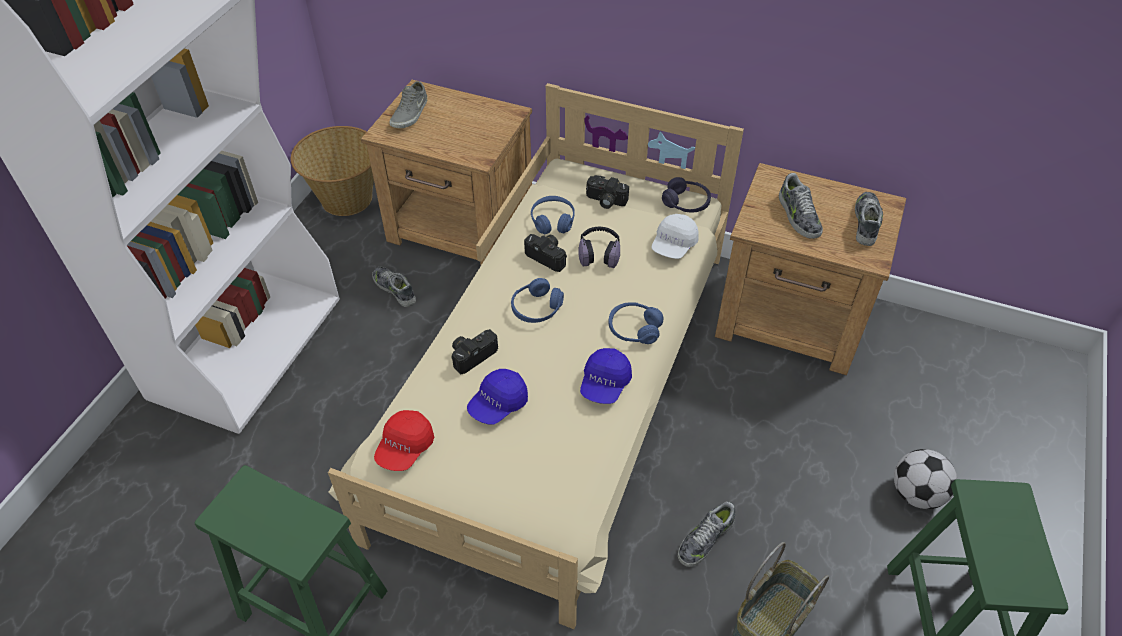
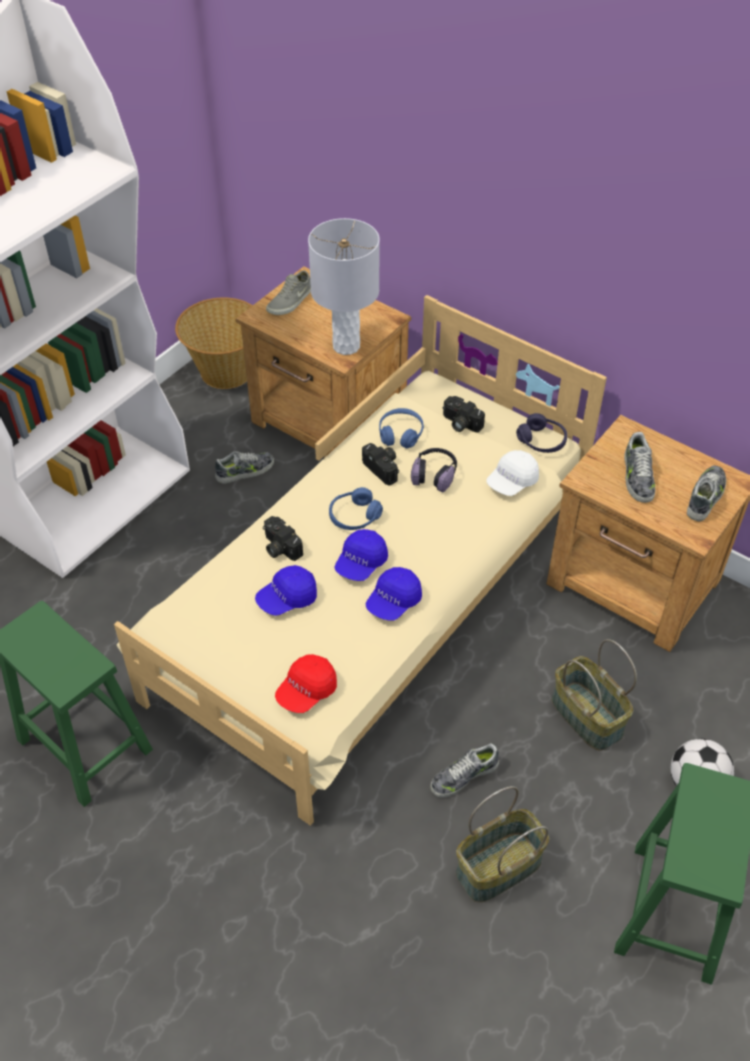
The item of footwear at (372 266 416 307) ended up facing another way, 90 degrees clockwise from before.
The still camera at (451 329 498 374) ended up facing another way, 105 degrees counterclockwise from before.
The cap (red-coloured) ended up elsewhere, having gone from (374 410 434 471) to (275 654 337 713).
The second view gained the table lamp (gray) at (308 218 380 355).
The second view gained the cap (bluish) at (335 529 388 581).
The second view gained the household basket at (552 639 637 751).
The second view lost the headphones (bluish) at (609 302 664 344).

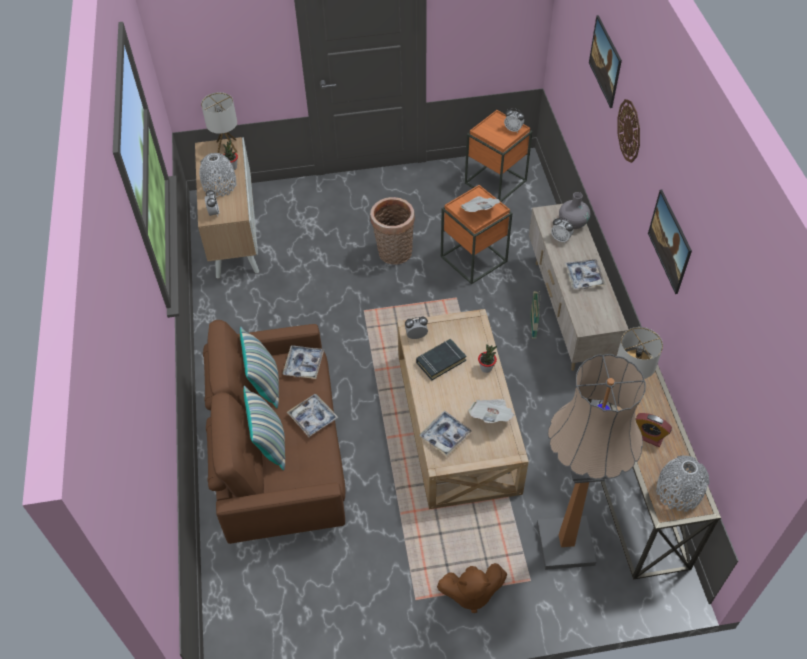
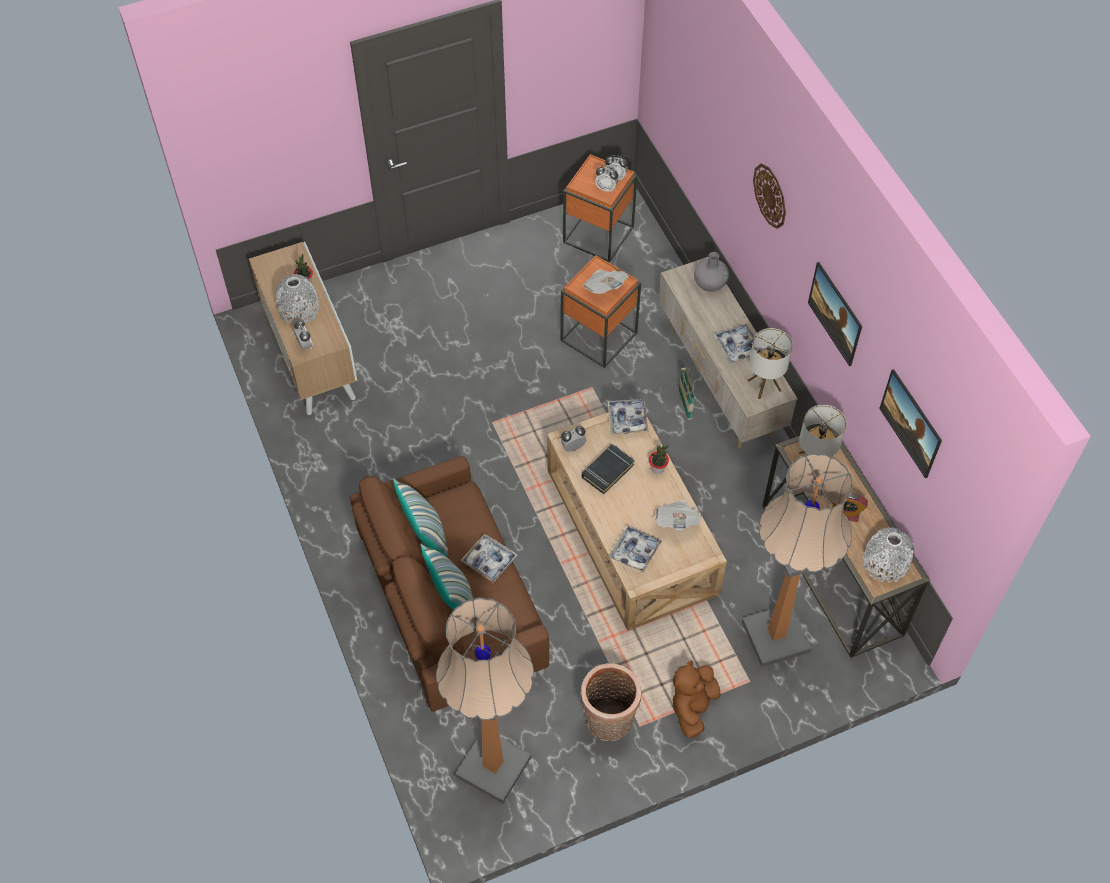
The second view gained the standing lamp at (436 598 534 804).
The household basket ended up elsewhere, having gone from (370 197 415 265) to (580 663 641 741).
The bedside clock ended up elsewhere, having gone from (551 217 574 243) to (595 166 619 192).
The tray ended up elsewhere, having gone from (283 345 324 379) to (607 399 649 434).
The plush toy (brown) at (437 563 507 613) ended up facing another way, 135 degrees clockwise from before.
The table lamp ended up elsewhere, having gone from (201 92 237 153) to (748 328 793 399).
The wall art ended up elsewhere, having gone from (589 15 622 108) to (879 369 942 478).

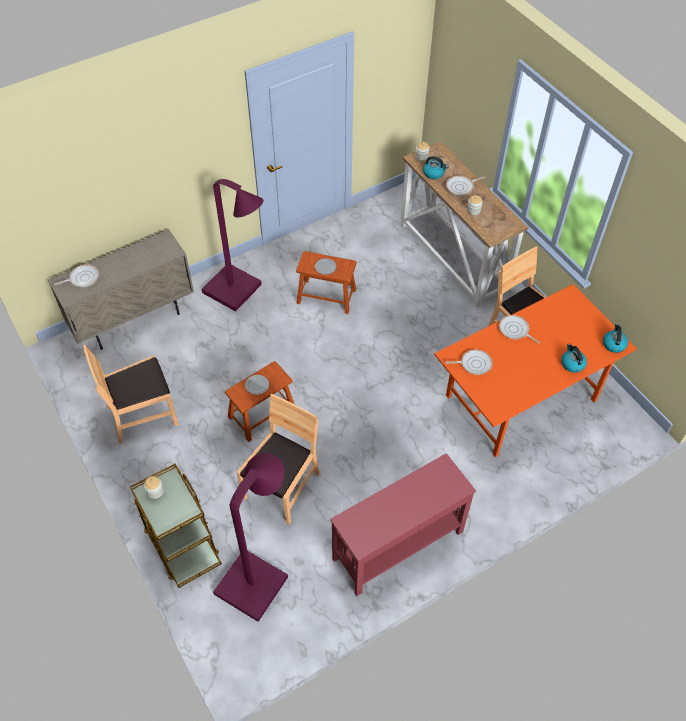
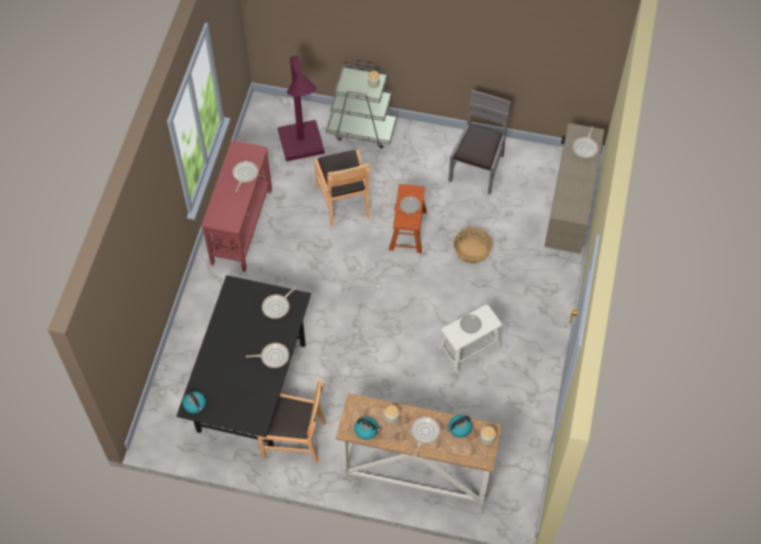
What was the dining table (orangey) at (434 284 637 457) turned into the dining table (black) at (177 275 311 446).
The second view gained the frying pan at (232 161 259 193).
What was the wheeled cart (brown) at (130 464 221 588) turned into the wheeled cart (gray) at (326 62 398 148).
The kettle ended up elsewhere, having gone from (561 344 587 373) to (354 417 381 440).
What was the sitting stool (brown) at (296 251 357 314) turned into the sitting stool (white-coloured) at (438 305 502 373).
What was the plain chair (brown) at (83 344 179 444) turned into the plain chair (gray) at (448 90 511 195).
The second view gained the household basket at (453 227 493 263).
The second view lost the standing lamp (purplish) at (202 179 264 312).

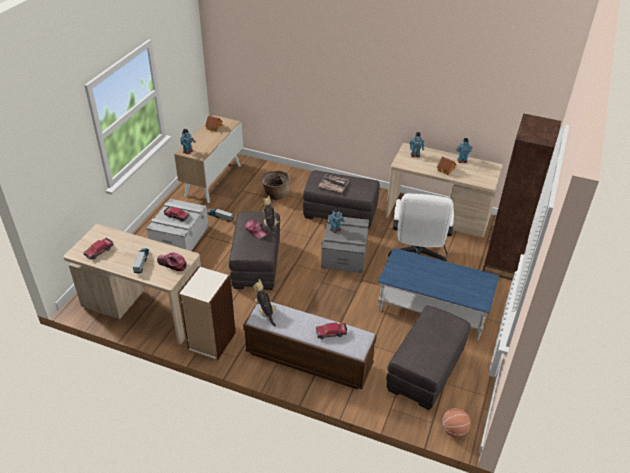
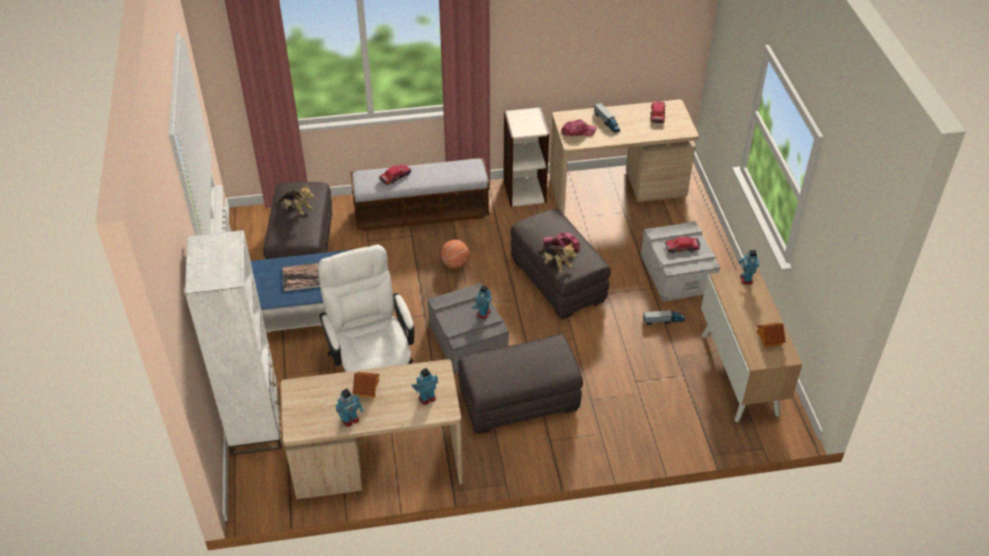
What was the shelving unit (brown) at (483 113 561 280) turned into the shelving unit (white-coloured) at (185 230 282 455).
The plush toy ended up elsewhere, having gone from (253 279 276 326) to (277 184 314 215).
The volume ended up elsewhere, having gone from (318 175 349 193) to (283 263 320 291).
The ball for basketball ended up elsewhere, having gone from (442 408 471 438) to (441 240 469 269).
The second view lost the household basket at (261 171 290 201).

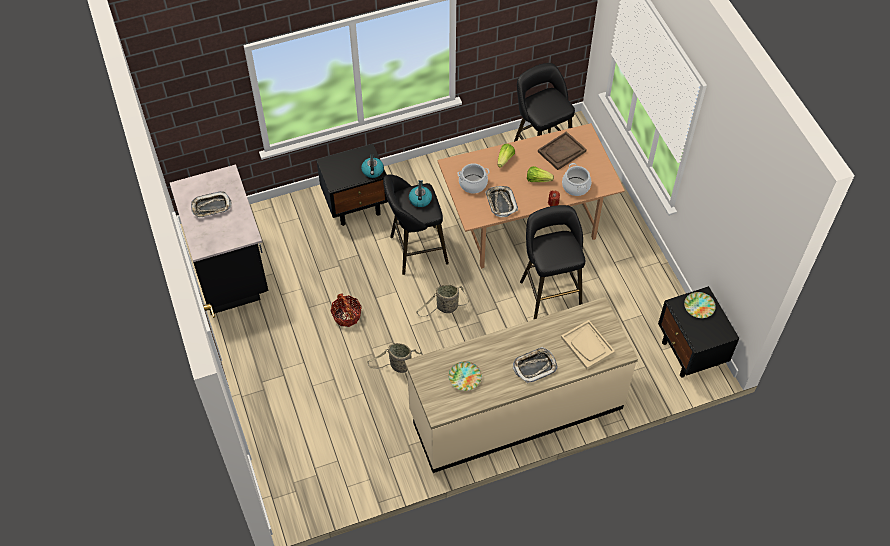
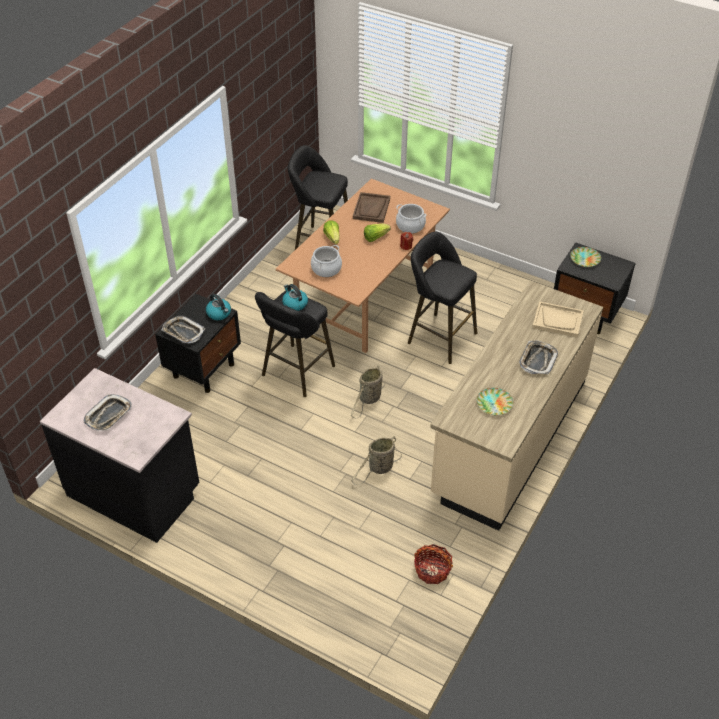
The tray ended up elsewhere, having gone from (485 186 518 217) to (162 316 205 343).
The household basket ended up elsewhere, having gone from (330 293 362 327) to (414 544 453 584).

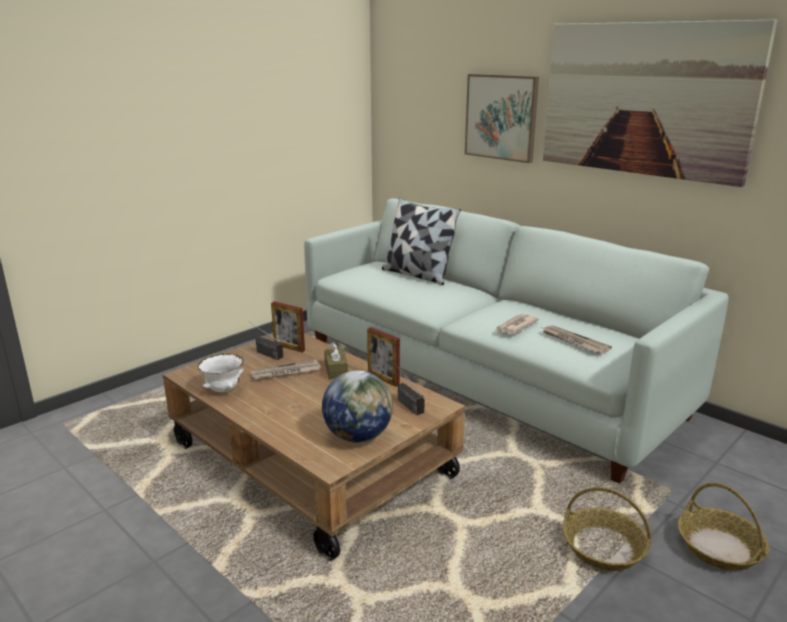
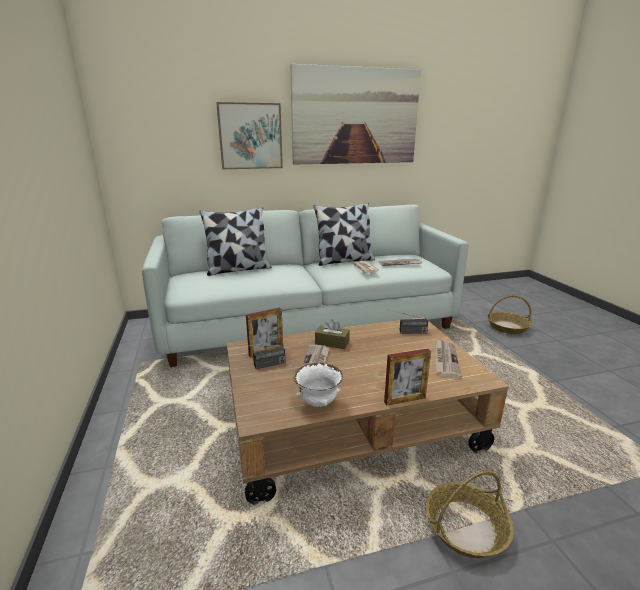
The second view gained the throw pillow at (314 203 375 266).
The photo frame ended up elsewhere, having gone from (367 327 400 387) to (384 349 431 406).
The household basket ended up elsewhere, having gone from (563 487 651 571) to (426 471 514 558).
Where the globe stood at (322 370 393 443), the printed paper came to stand at (435 338 462 379).

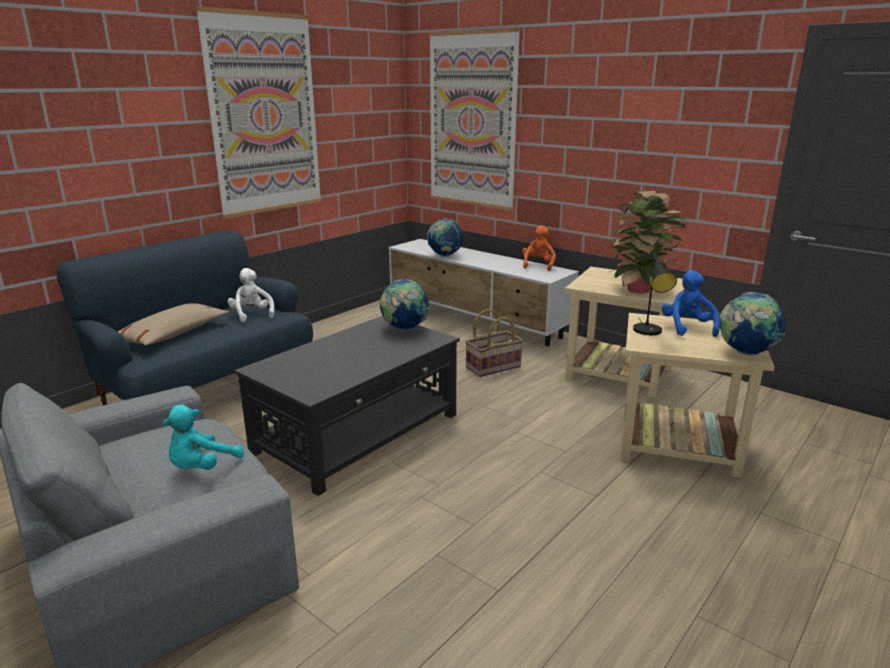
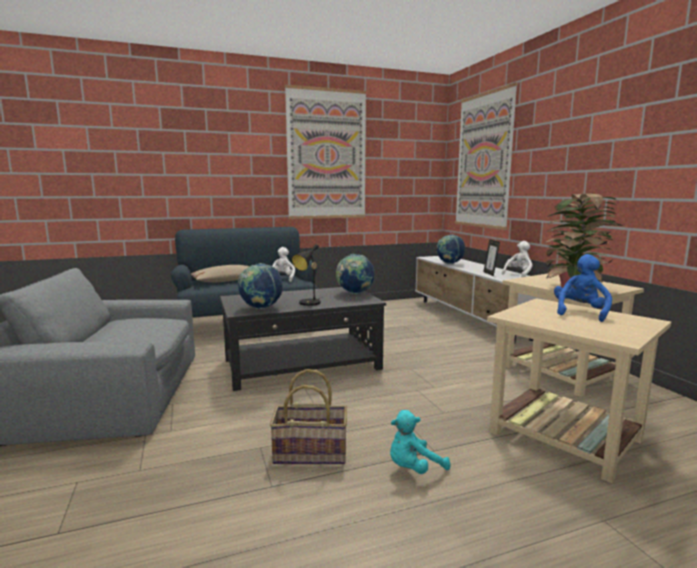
The globe ended up elsewhere, having gone from (720 292 786 356) to (238 263 283 309).
The household basket ended up elsewhere, having gone from (465 309 523 377) to (270 369 347 464).
The table lamp (black) ended up elsewhere, having gone from (633 252 677 335) to (292 244 323 306).
The plush toy (blue-green) ended up elsewhere, having gone from (163 405 244 470) to (390 410 451 474).
The second view gained the photo frame at (483 239 500 276).
What was the plush toy (orangey) at (522 225 556 271) turned into the plush toy (white-coloured) at (502 241 533 277).

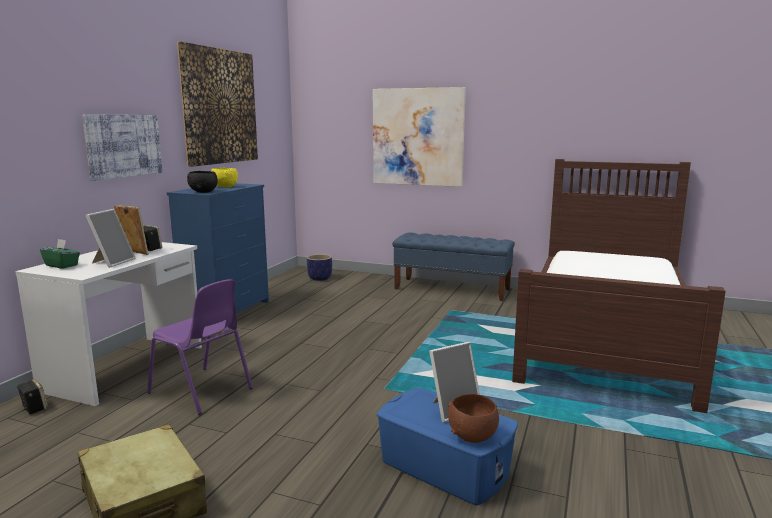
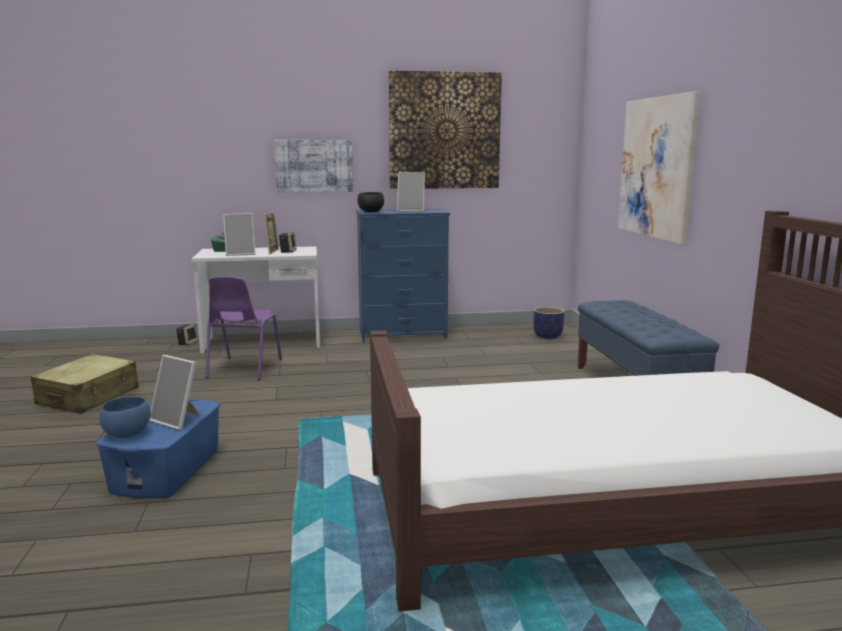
What was the deep dish (brown) at (448 394 499 443) turned into the deep dish (bluish) at (99 397 151 438).
Where the deep dish (yellowish) stood at (211 168 238 187), the photo frame came to stand at (397 172 425 212).

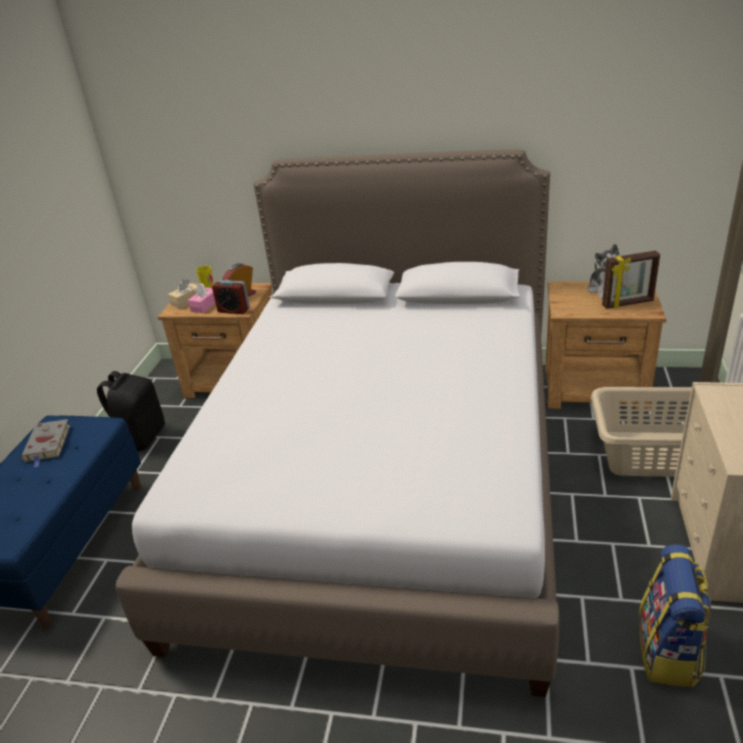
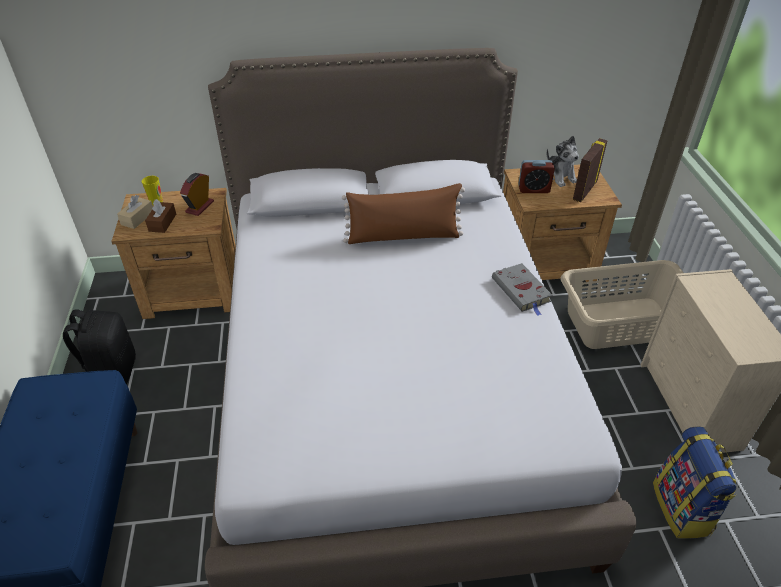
What was the box of tissues (pinkish) at (188 283 216 313) turned into the box of tissues (brown) at (145 199 176 233).
The second view gained the throw pillow (brown) at (342 183 465 244).
The volume (gray) ended up elsewhere, having gone from (21 419 71 468) to (492 263 552 316).
The bedside clock ended up elsewhere, having gone from (212 280 250 314) to (518 160 555 193).
The photo frame at (602 251 660 309) ended up facing another way, 150 degrees clockwise from before.

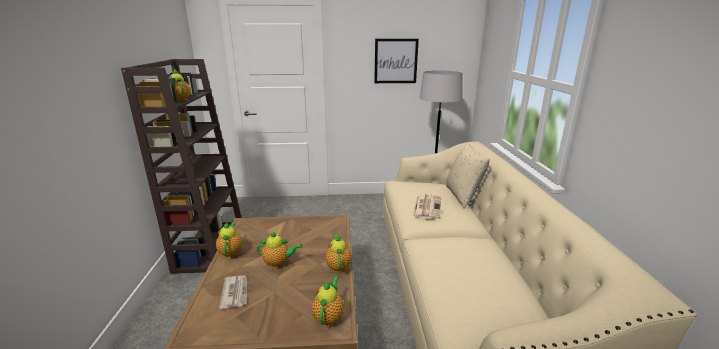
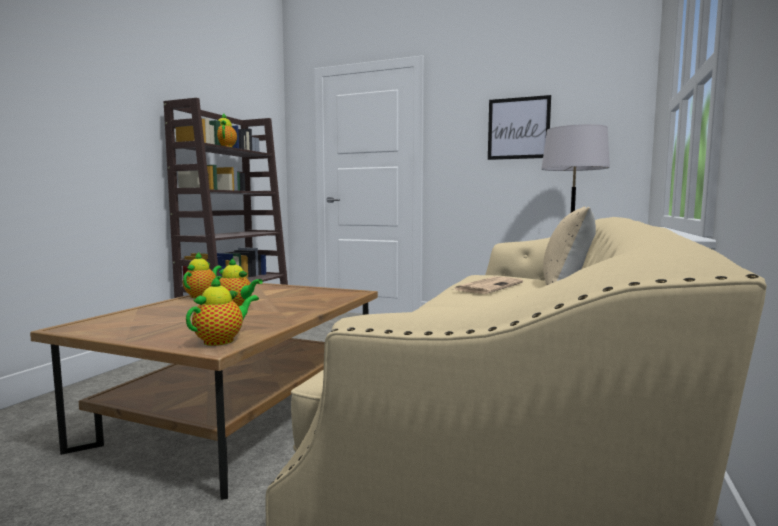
The second view lost the printed paper at (219 275 247 309).
The second view lost the pot for tea at (325 234 352 273).

